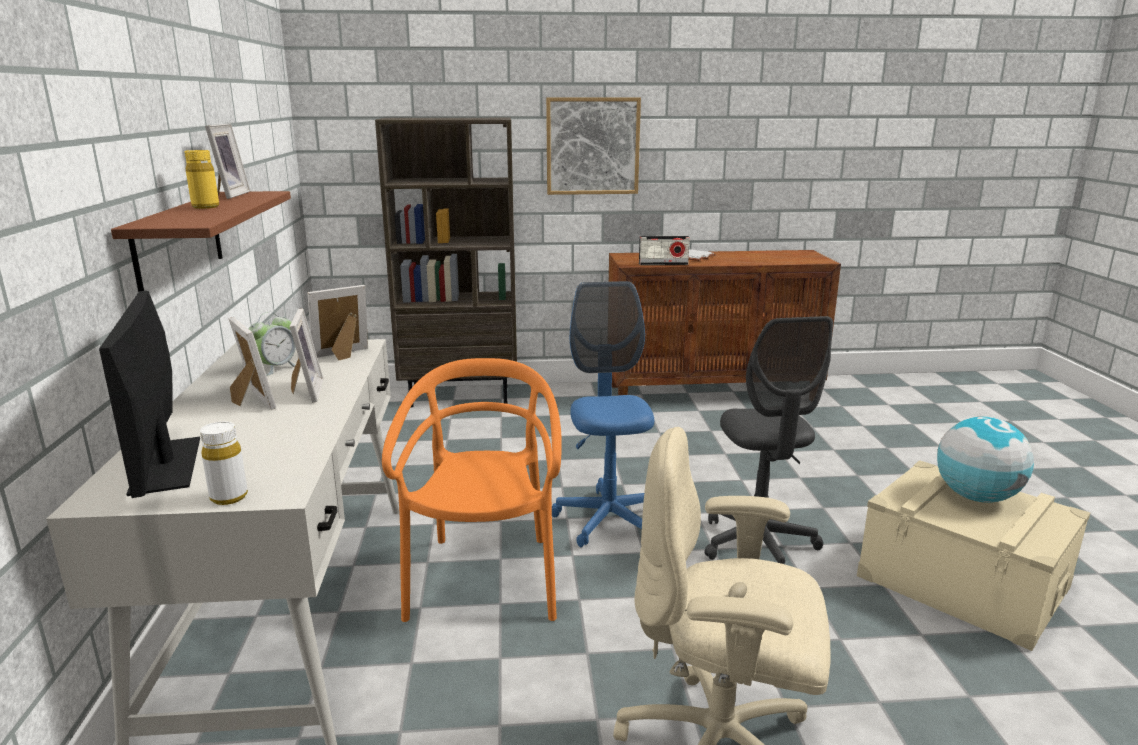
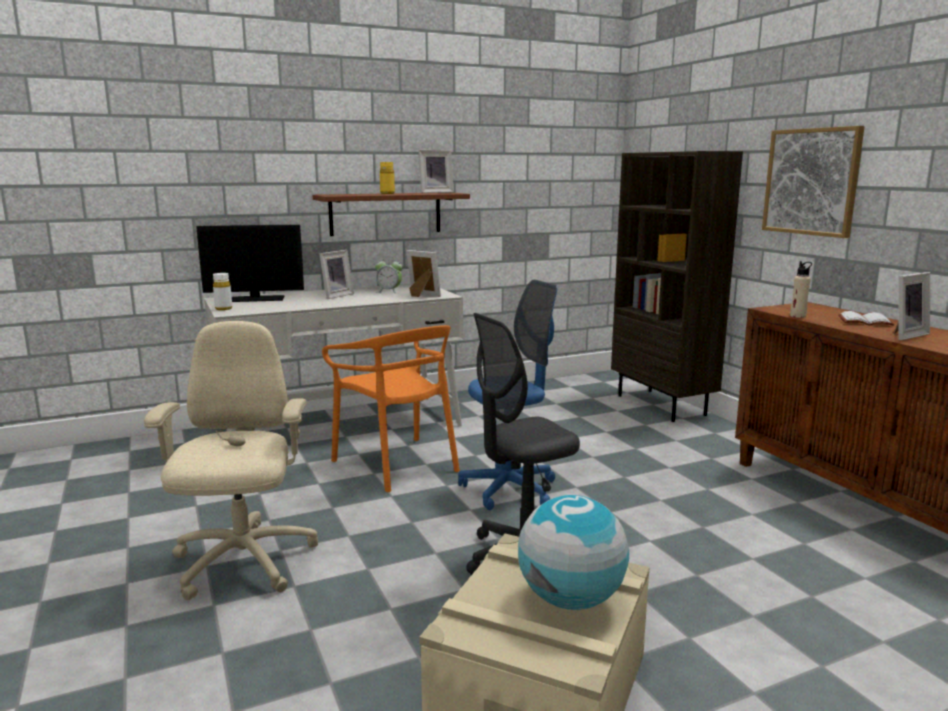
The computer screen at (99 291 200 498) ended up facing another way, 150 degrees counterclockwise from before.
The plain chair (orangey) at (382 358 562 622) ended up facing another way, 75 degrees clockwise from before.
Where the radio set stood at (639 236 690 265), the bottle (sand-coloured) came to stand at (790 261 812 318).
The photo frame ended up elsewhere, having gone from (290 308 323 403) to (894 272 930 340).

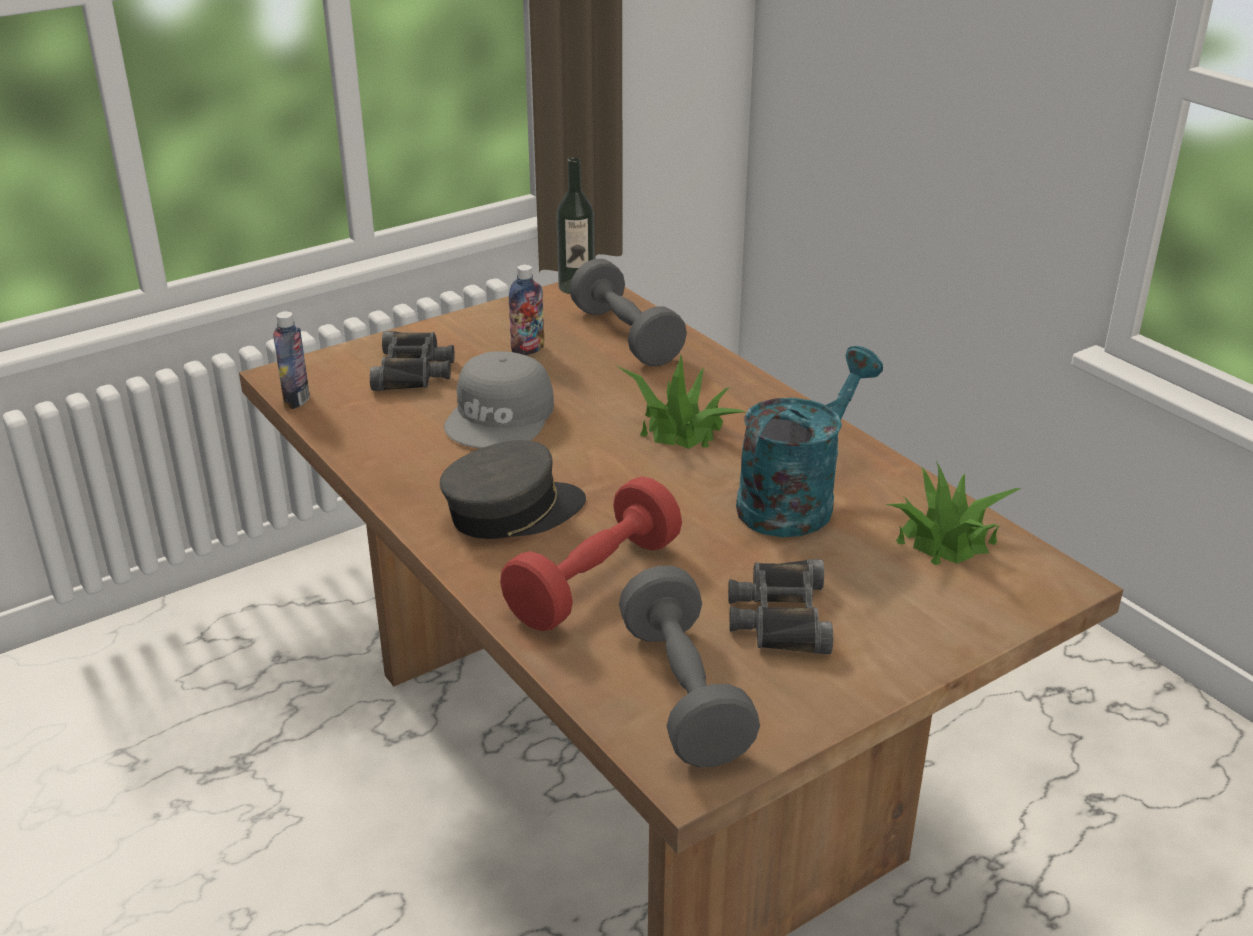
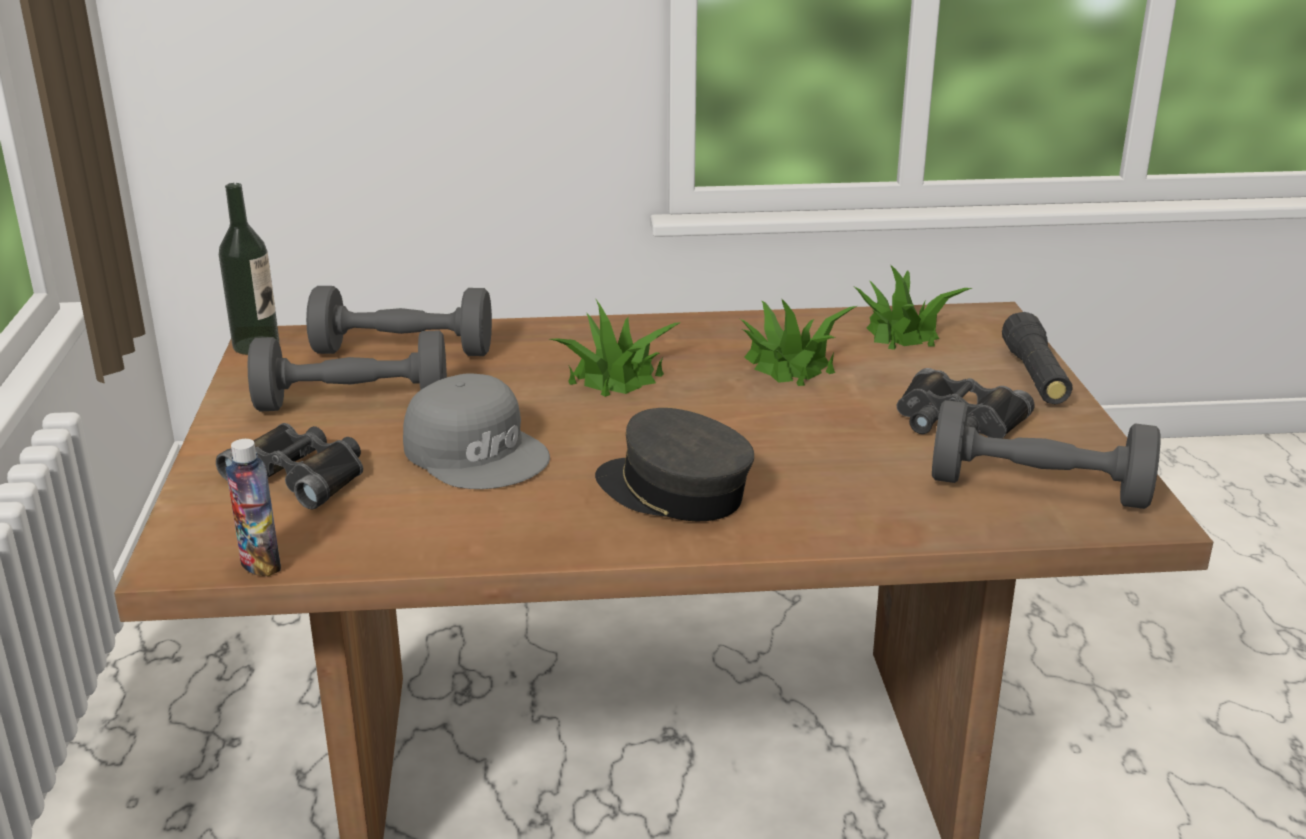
Where the bottle stood at (509 265 544 355), the free weight (gray) came to stand at (247 330 447 412).
The cap (gray) at (440 440 586 539) ended up facing another way, 60 degrees counterclockwise from before.
Where the watering can (blue-green) stood at (736 346 883 537), the plant in a pot came to stand at (740 298 857 386).
The second view gained the torch (black) at (1002 312 1073 404).
The second view lost the free weight (red-coloured) at (500 476 682 631).

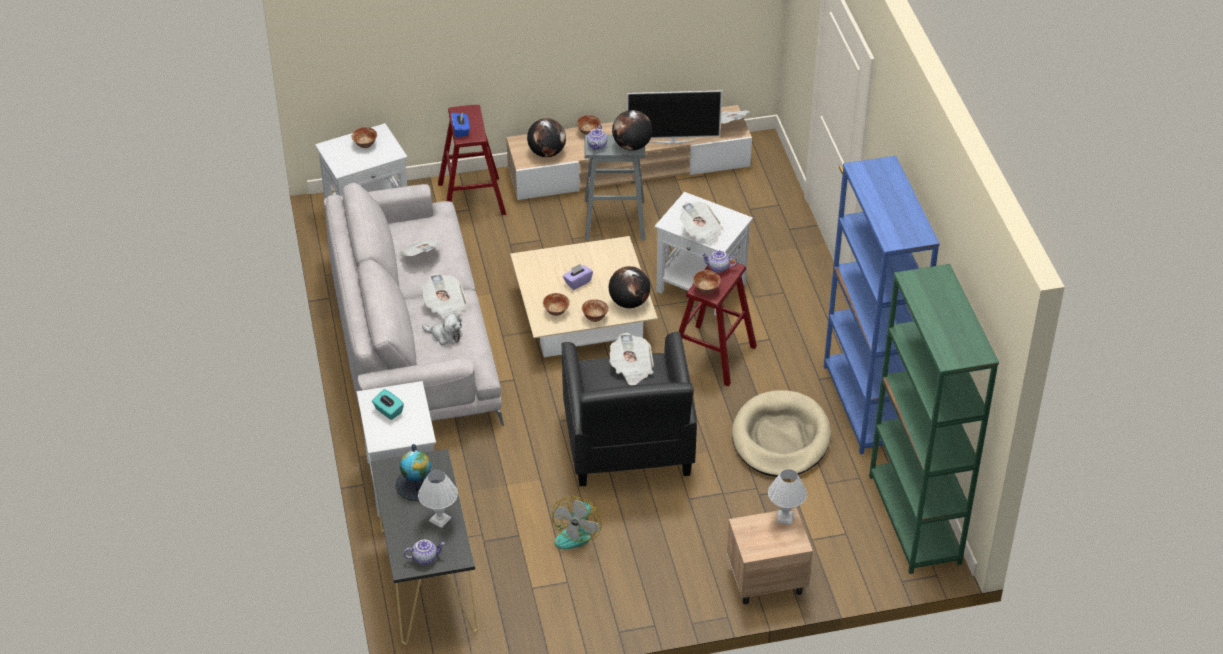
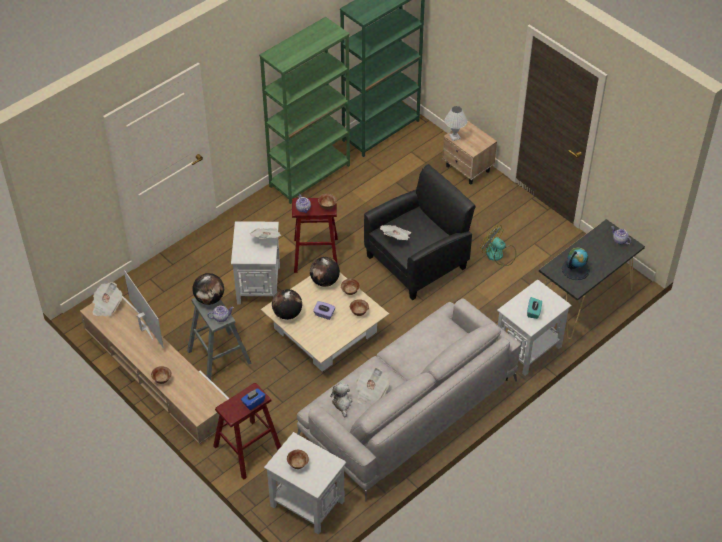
What was the shelving unit (bluish) at (824 156 940 455) turned into the shelving unit (greenish) at (259 17 350 204).
The globe ended up elsewhere, having gone from (527 118 566 158) to (272 289 302 320).
The plush toy ended up elsewhere, having gone from (422 313 462 345) to (330 383 352 417).
The electric fan at (552 496 602 549) ended up facing another way, 135 degrees counterclockwise from before.
The second view lost the table lamp (white-coloured) at (418 470 458 528).
The second view lost the printed paper at (422 273 467 320).
The second view lost the dog bed (sand-coloured) at (732 390 831 477).

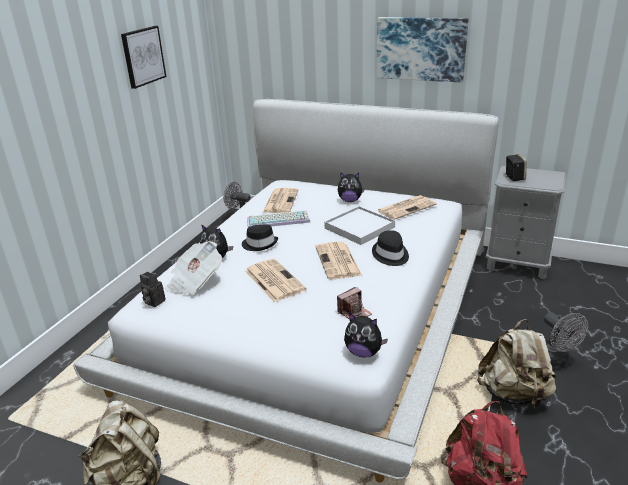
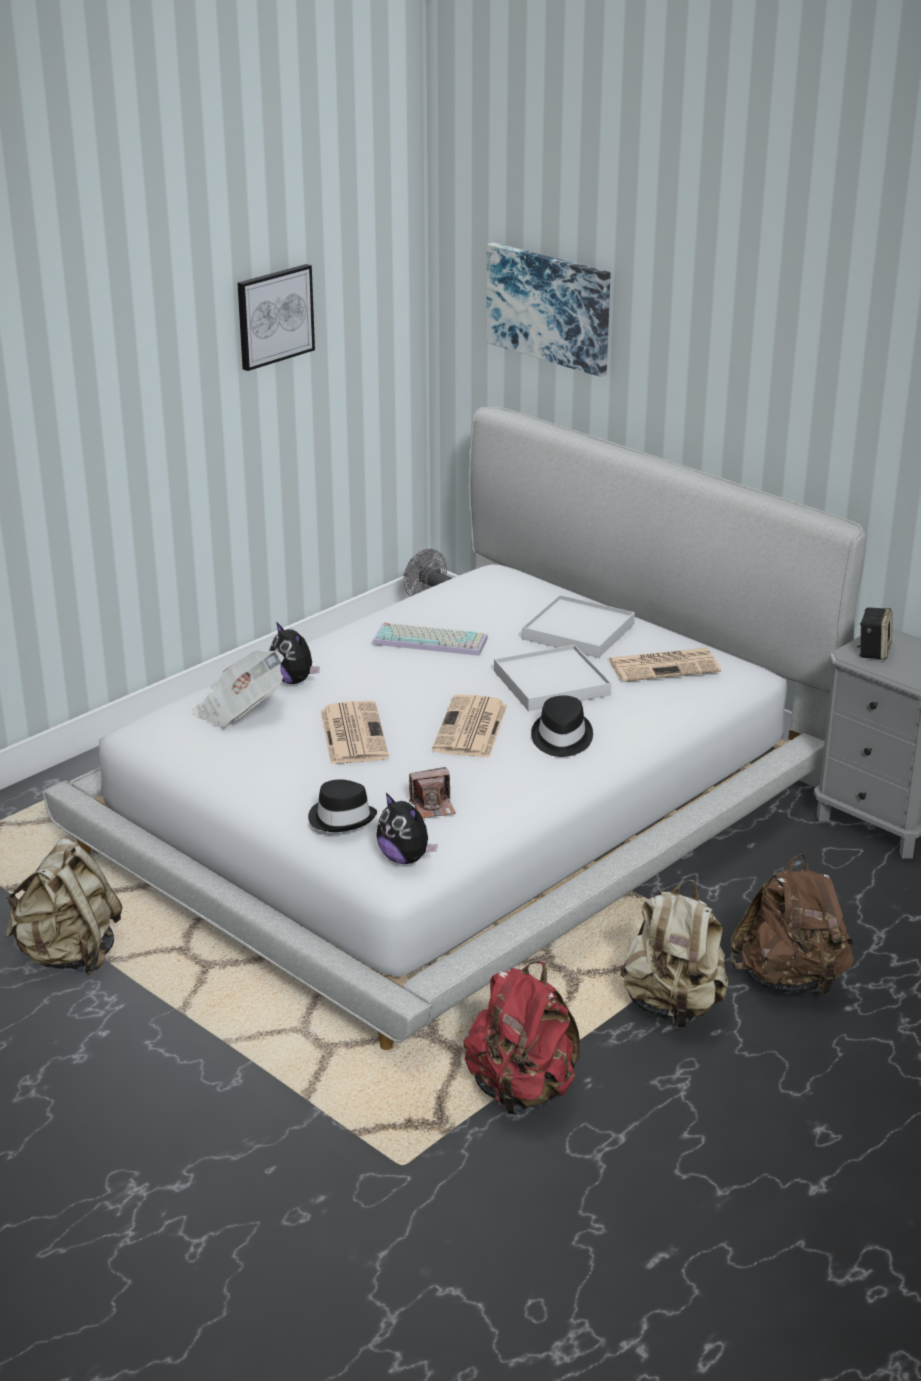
The wearable hat (black) ended up elsewhere, having gone from (242 225 278 251) to (308 779 377 832).
The wall art ended up elsewhere, having gone from (377 17 469 83) to (486 243 611 377).
Where the plush toy stood at (338 172 365 202), the tray (white-coloured) came to stand at (522 595 635 658).
Where the electric fan (gray) stood at (544 312 589 366), the backpack (brown) came to stand at (731 854 854 997).
The second view lost the still camera at (140 272 165 307).
The second view lost the printed paper at (262 188 298 213).

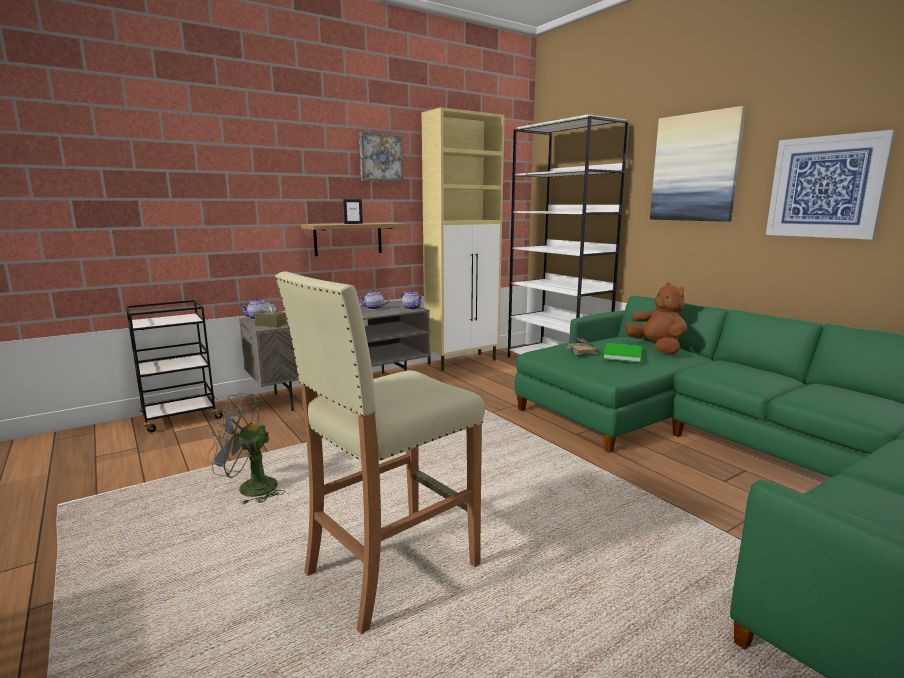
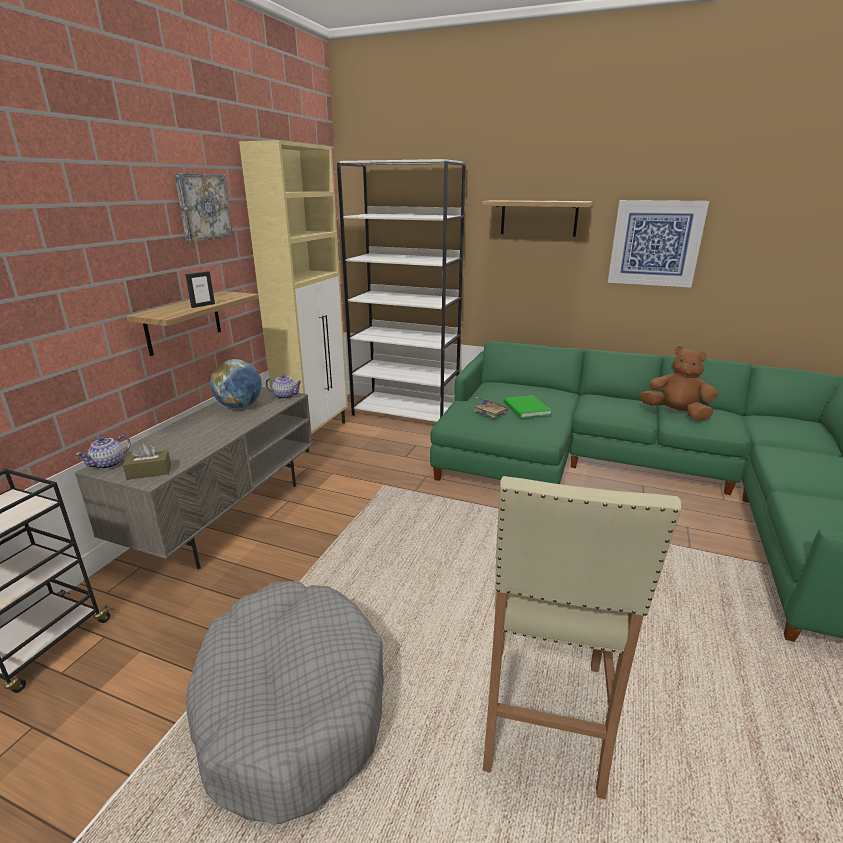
Where the electric fan (gray) stood at (207 393 285 504), the dog bed (gray) came to stand at (186 581 384 825).
Where the pot for tea stood at (357 289 390 310), the globe came to stand at (210 359 262 408).
Where the wall art hung at (650 106 746 222), the wall shelf came to hang at (482 200 593 237).
The plush toy (brown) ended up elsewhere, having gone from (625 283 687 354) to (640 346 718 420).

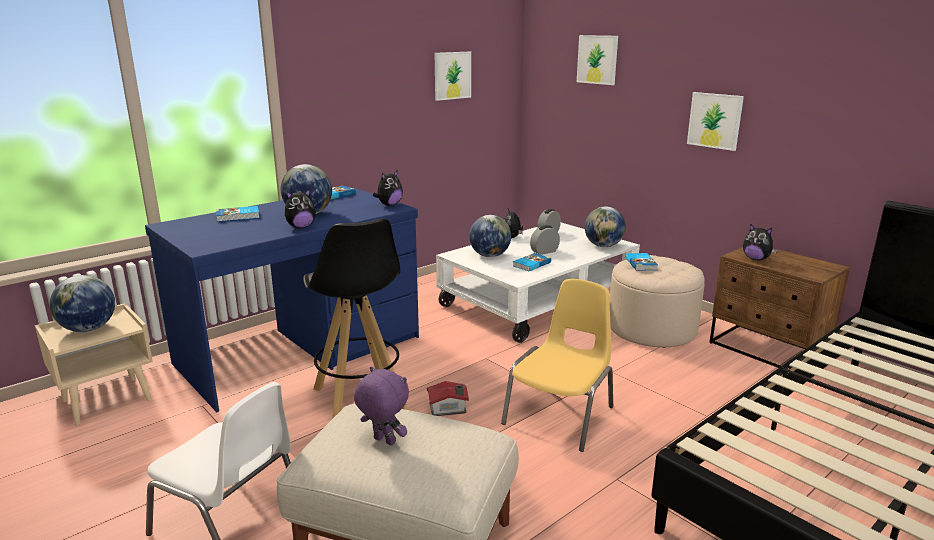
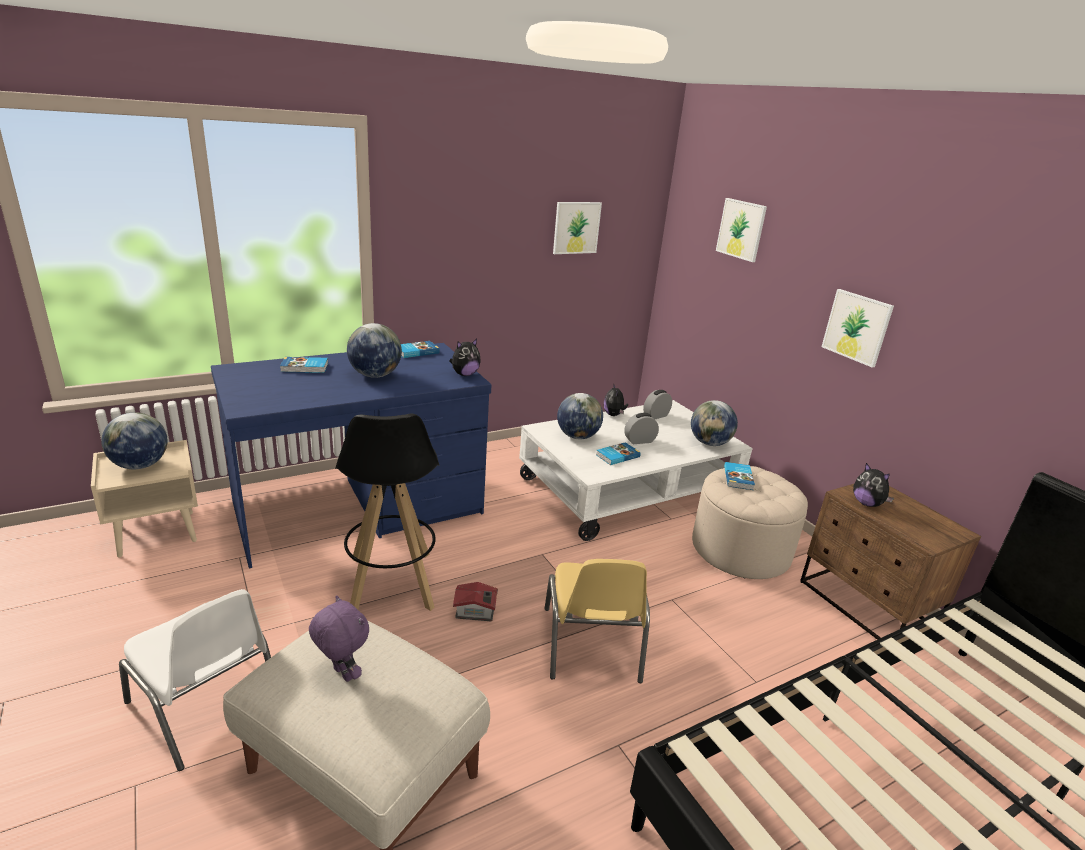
The plain chair (yellowish) at (501 279 613 452) ended up facing another way, 135 degrees clockwise from before.
The second view lost the plush toy at (285 188 316 228).

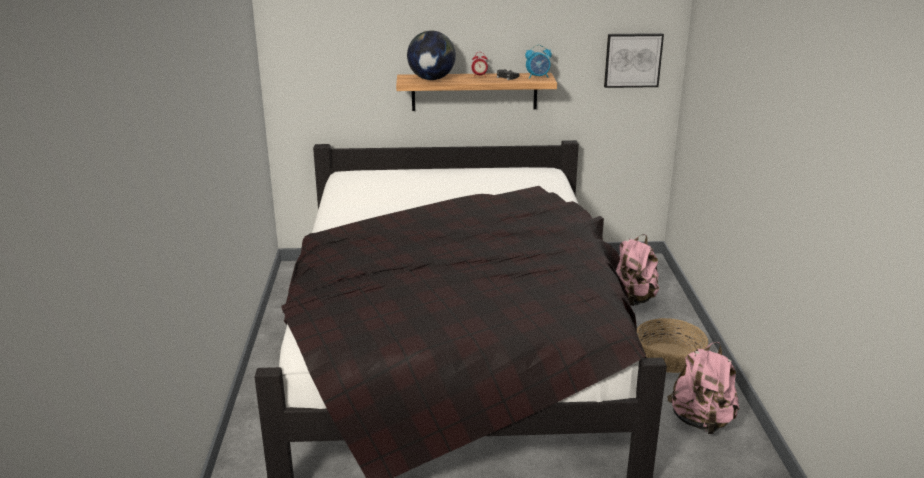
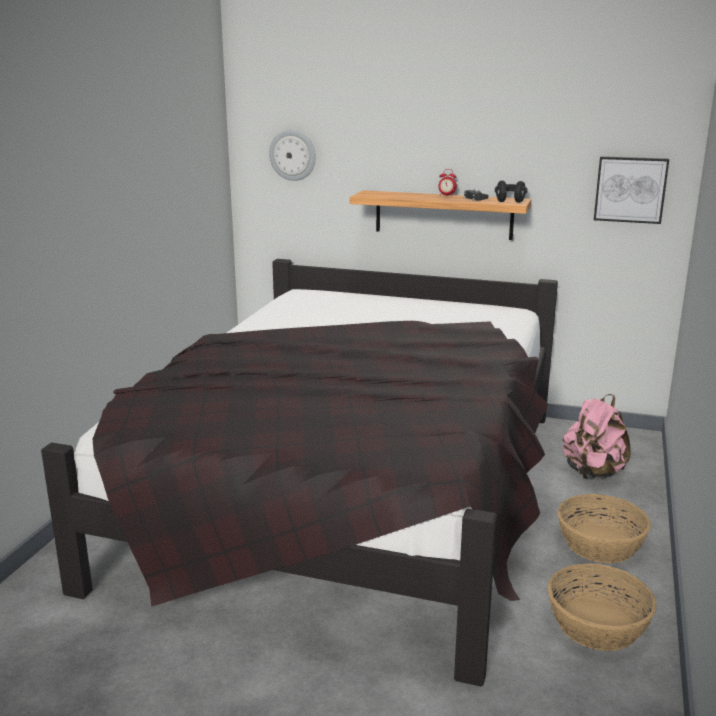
The second view gained the hanging clock at (269 130 316 181).
Where the bedside clock stood at (525 45 552 79), the headphones (black) came to stand at (495 180 528 203).
Where the backpack (pinkish) stood at (667 342 740 434), the household basket came to stand at (548 564 657 651).
The second view lost the globe at (407 30 456 80).

